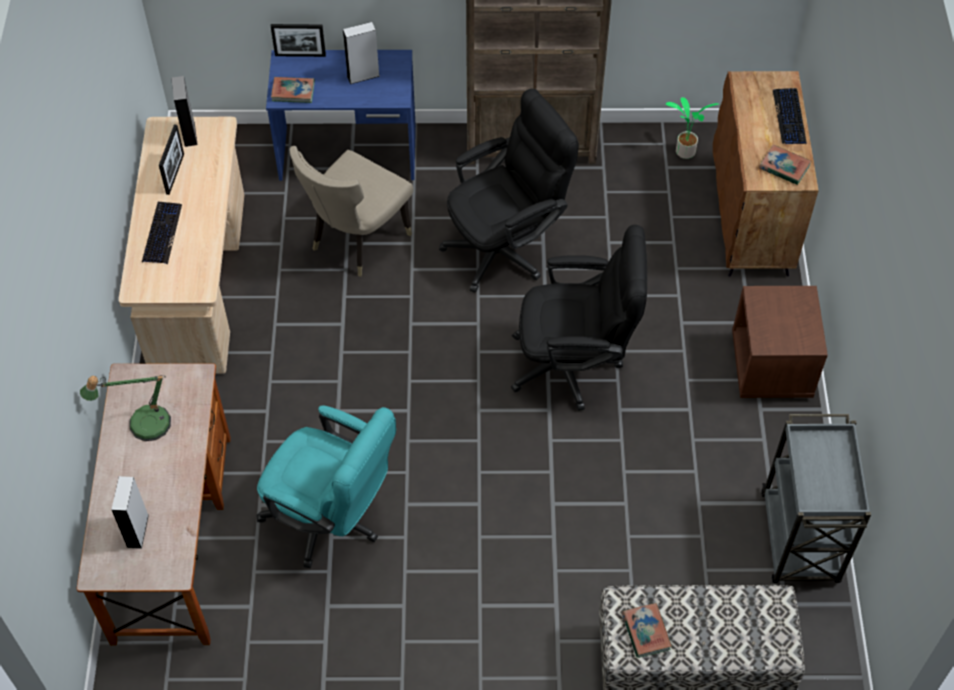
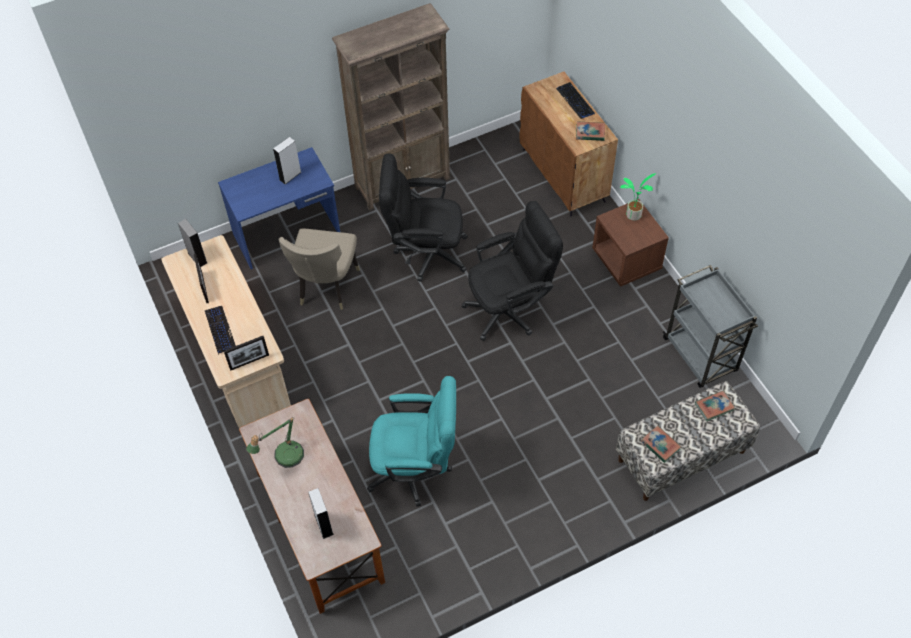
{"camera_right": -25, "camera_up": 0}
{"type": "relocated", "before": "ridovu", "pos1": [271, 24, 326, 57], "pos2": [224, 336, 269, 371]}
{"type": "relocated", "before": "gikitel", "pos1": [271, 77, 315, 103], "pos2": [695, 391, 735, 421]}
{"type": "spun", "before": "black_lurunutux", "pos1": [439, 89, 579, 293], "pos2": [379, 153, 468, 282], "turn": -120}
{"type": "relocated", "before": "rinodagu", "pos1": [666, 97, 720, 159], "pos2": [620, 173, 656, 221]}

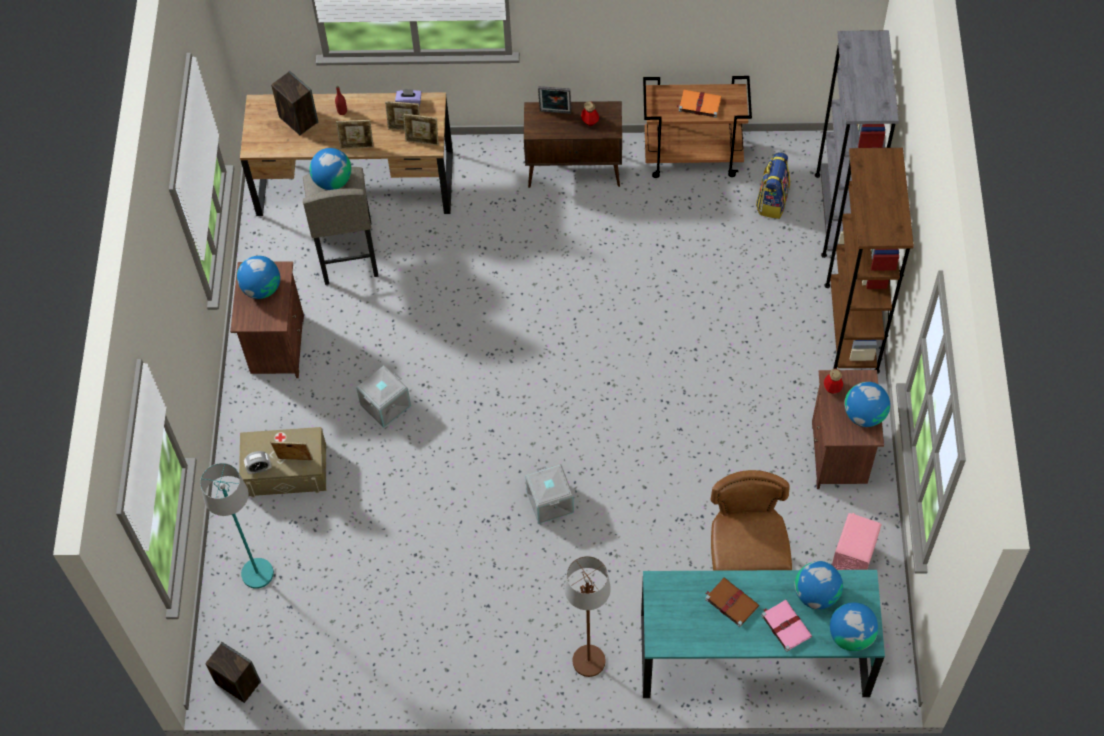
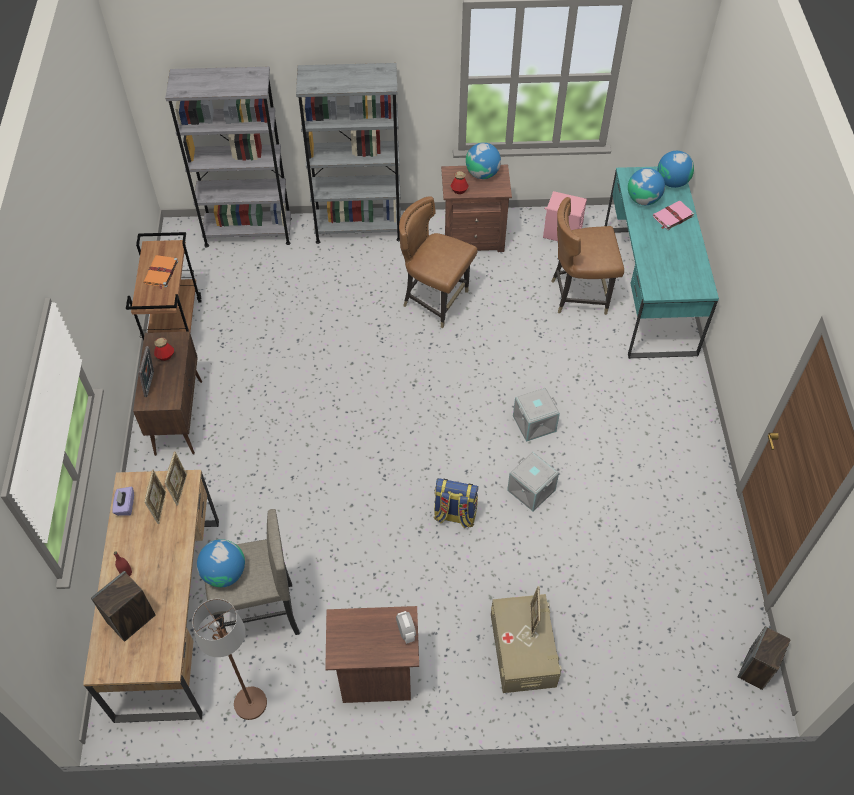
{"camera_right": -95, "camera_up": -5}
{"type": "missing", "before": "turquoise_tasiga", "pos1": [200, 463, 274, 589]}
{"type": "missing", "before": "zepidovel", "pos1": [237, 256, 280, 299]}
{"type": "relocated", "before": "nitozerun", "pos1": [244, 451, 271, 474], "pos2": [396, 611, 416, 644]}
{"type": "missing", "before": "ridovu", "pos1": [336, 120, 374, 149]}
{"type": "relocated", "before": "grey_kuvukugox", "pos1": [356, 365, 411, 428], "pos2": [507, 452, 559, 511]}
{"type": "relocated", "before": "brown_tasiga", "pos1": [564, 556, 611, 677], "pos2": [192, 599, 267, 720]}
{"type": "missing", "before": "brown_gikitel", "pos1": [705, 577, 759, 627]}
{"type": "relocated", "before": "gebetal", "pos1": [756, 152, 790, 219], "pos2": [434, 478, 479, 529]}
{"type": "colour", "before": "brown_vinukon", "after": "grey_vinukon", "pos1": [824, 148, 914, 374], "pos2": [296, 63, 401, 244]}
{"type": "appeared", "after": "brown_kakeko", "pos2": [399, 196, 478, 328]}

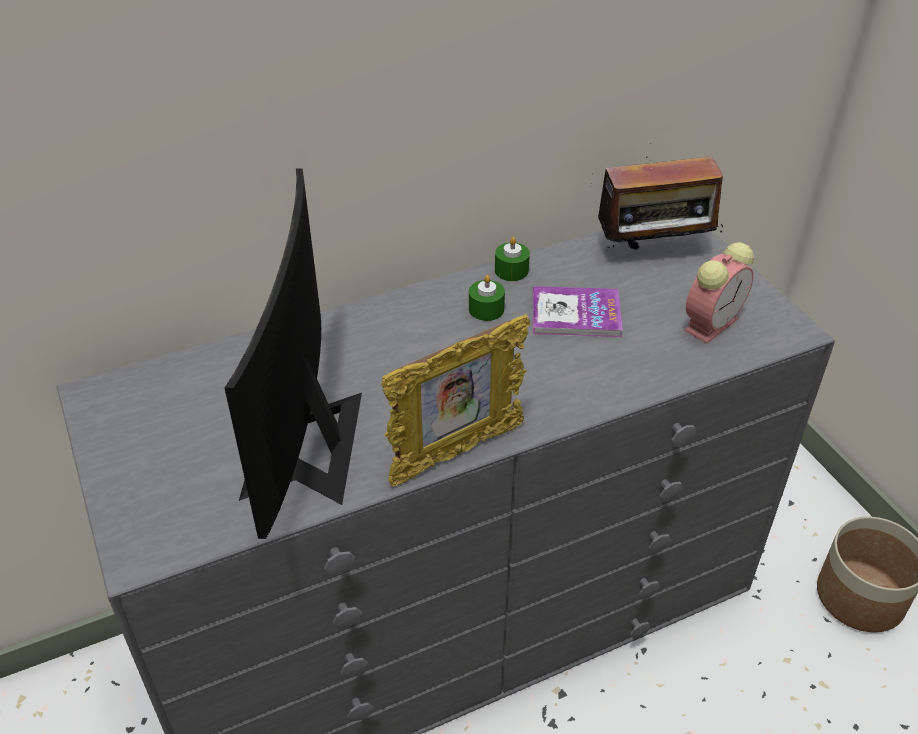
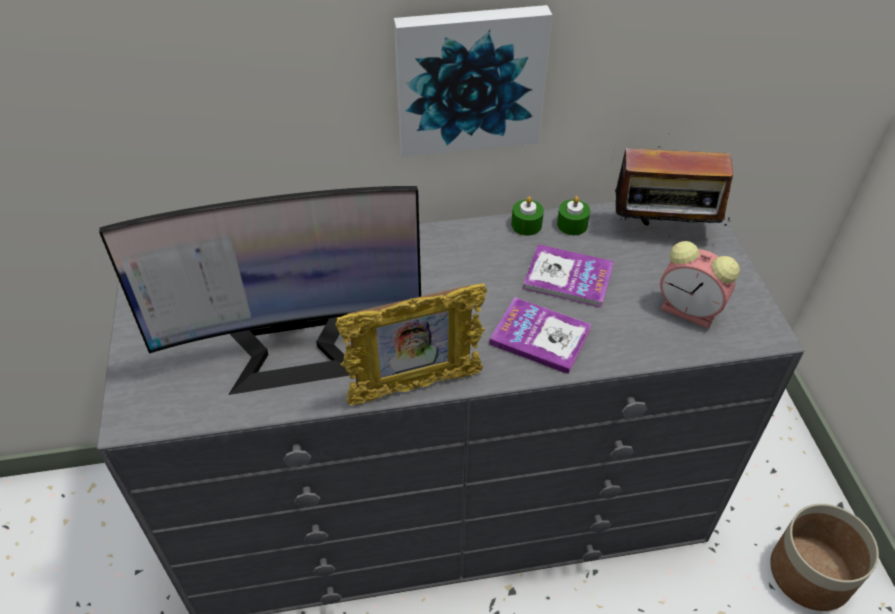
{"camera_right": 15, "camera_up": 5}
{"type": "spun", "before": "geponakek", "pos1": [224, 168, 362, 539], "pos2": [99, 186, 421, 395], "turn": -120}
{"type": "relocated", "before": "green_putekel", "pos1": [469, 275, 505, 321], "pos2": [557, 196, 590, 235]}
{"type": "spun", "before": "nitozerun", "pos1": [684, 242, 754, 344], "pos2": [660, 241, 740, 328], "turn": 60}
{"type": "appeared", "after": "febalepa", "pos2": [394, 5, 552, 157]}
{"type": "appeared", "after": "gikitel", "pos2": [489, 297, 592, 374]}

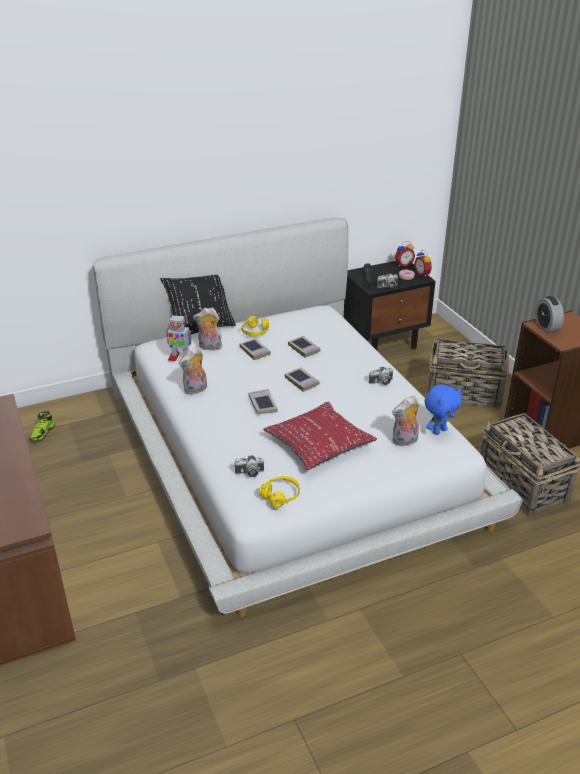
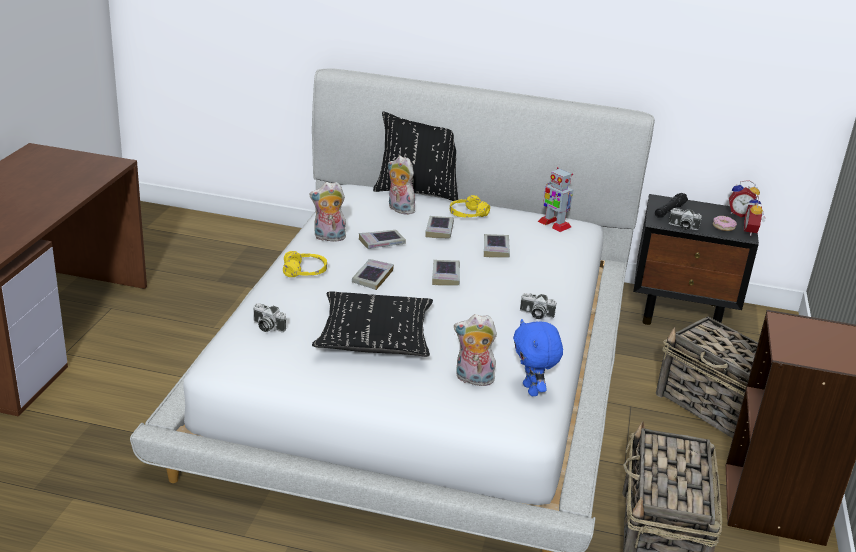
{"camera_right": 35, "camera_up": -5}
{"type": "missing", "before": "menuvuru", "pos1": [29, 411, 56, 443]}
{"type": "relocated", "before": "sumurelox", "pos1": [166, 315, 191, 361], "pos2": [538, 167, 573, 232]}
{"type": "relocated", "before": "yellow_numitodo", "pos1": [259, 476, 300, 508], "pos2": [283, 251, 327, 277]}
{"type": "colour", "before": "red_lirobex", "after": "black_lirobex", "pos1": [263, 402, 377, 470], "pos2": [312, 291, 433, 357]}
{"type": "spun", "before": "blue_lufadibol", "pos1": [425, 384, 462, 435], "pos2": [513, 319, 563, 396], "turn": 75}
{"type": "missing", "before": "nitozerun", "pos1": [535, 296, 564, 332]}
{"type": "appeared", "after": "gikitel", "pos2": [359, 230, 406, 249]}

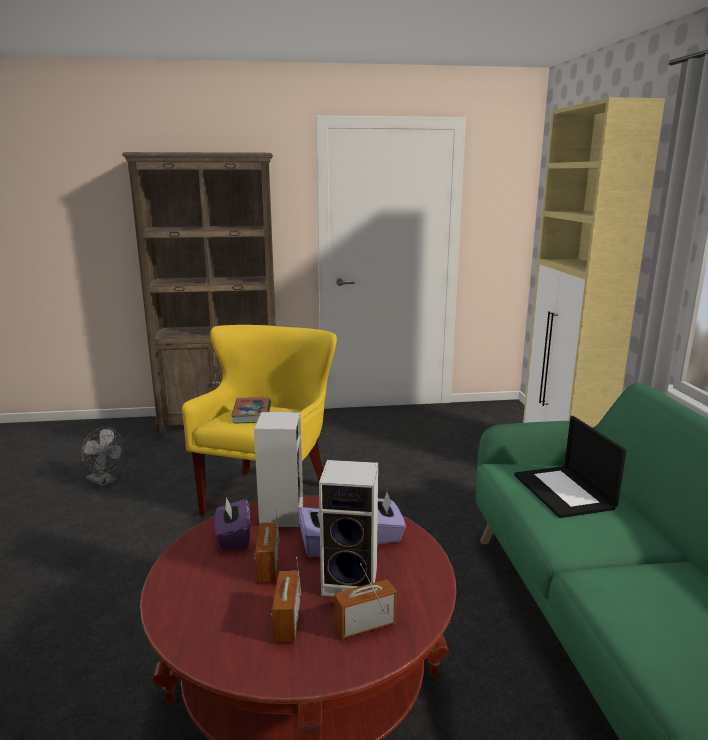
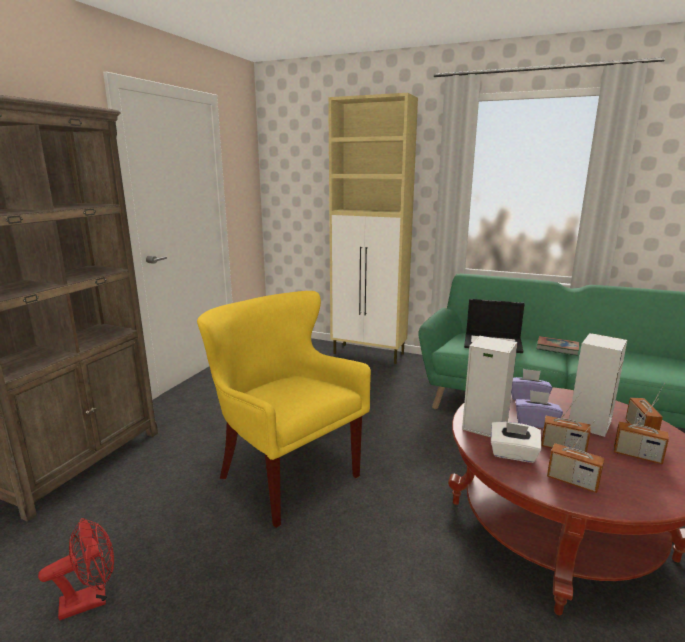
{"camera_right": -60, "camera_up": 0}
{"type": "colour", "before": "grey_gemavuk", "after": "red_gemavuk", "pos1": [81, 427, 124, 486], "pos2": [38, 518, 114, 620]}
{"type": "colour", "before": "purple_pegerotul", "after": "white_pegerotul", "pos1": [215, 497, 250, 550], "pos2": [491, 421, 541, 463]}
{"type": "relocated", "before": "gikitel", "pos1": [231, 397, 271, 423], "pos2": [537, 336, 579, 356]}
{"type": "appeared", "after": "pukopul", "pos2": [547, 420, 605, 493]}

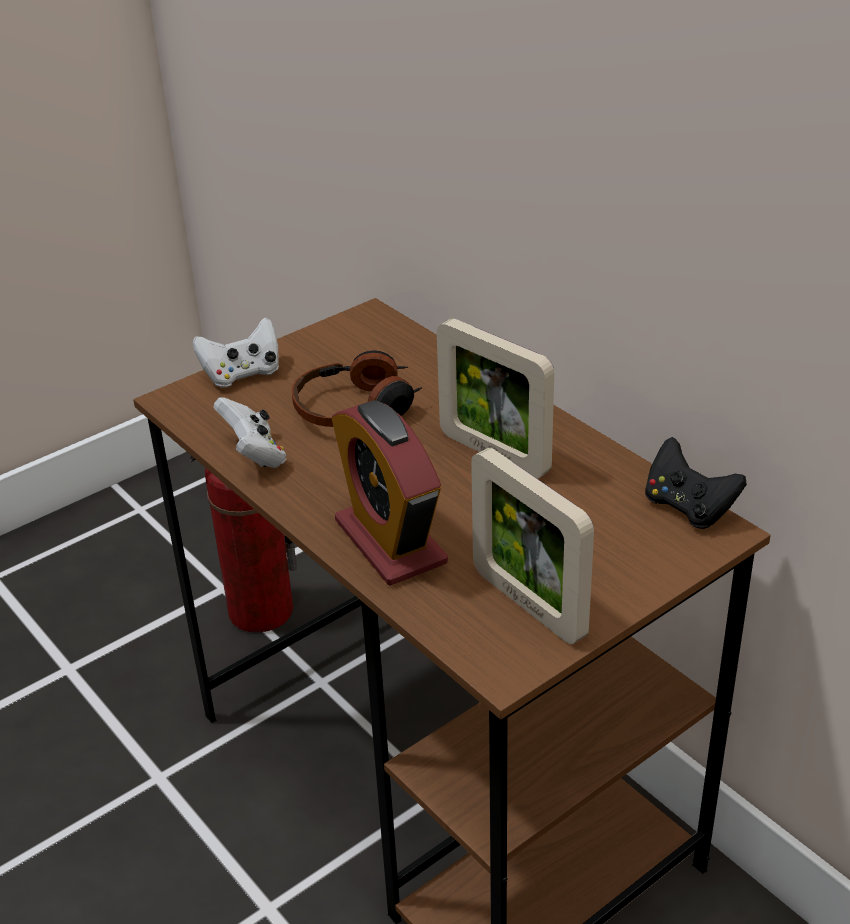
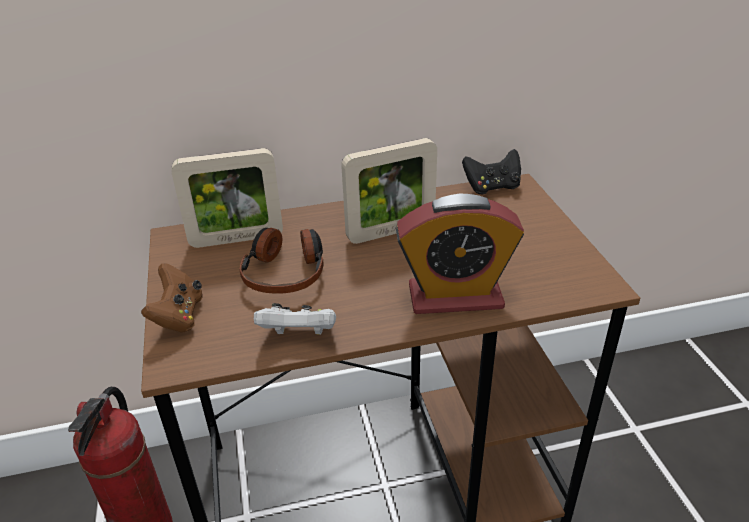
{"camera_right": -65, "camera_up": 0}
{"type": "colour", "before": "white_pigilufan", "after": "brown_pigilufan", "pos1": [192, 317, 279, 388], "pos2": [141, 263, 202, 332]}
{"type": "relocated", "before": "ridovu", "pos1": [471, 448, 594, 644], "pos2": [172, 148, 283, 248]}

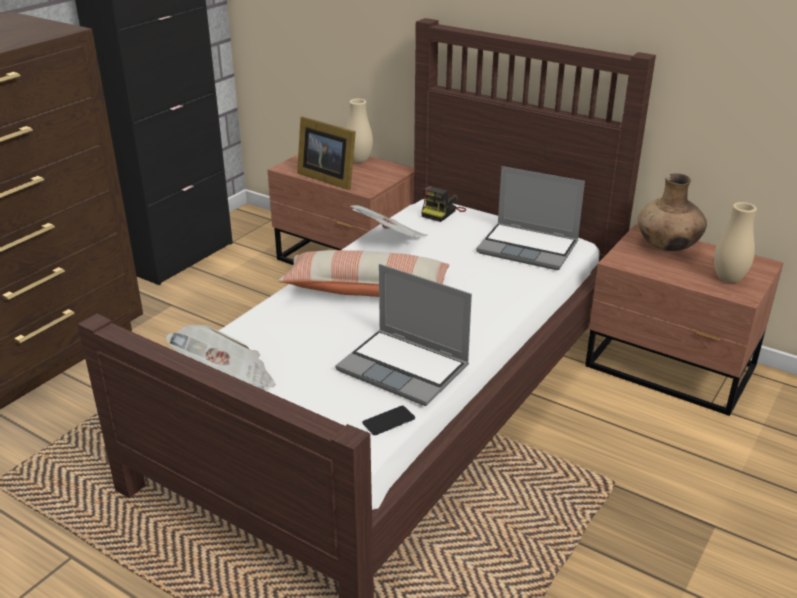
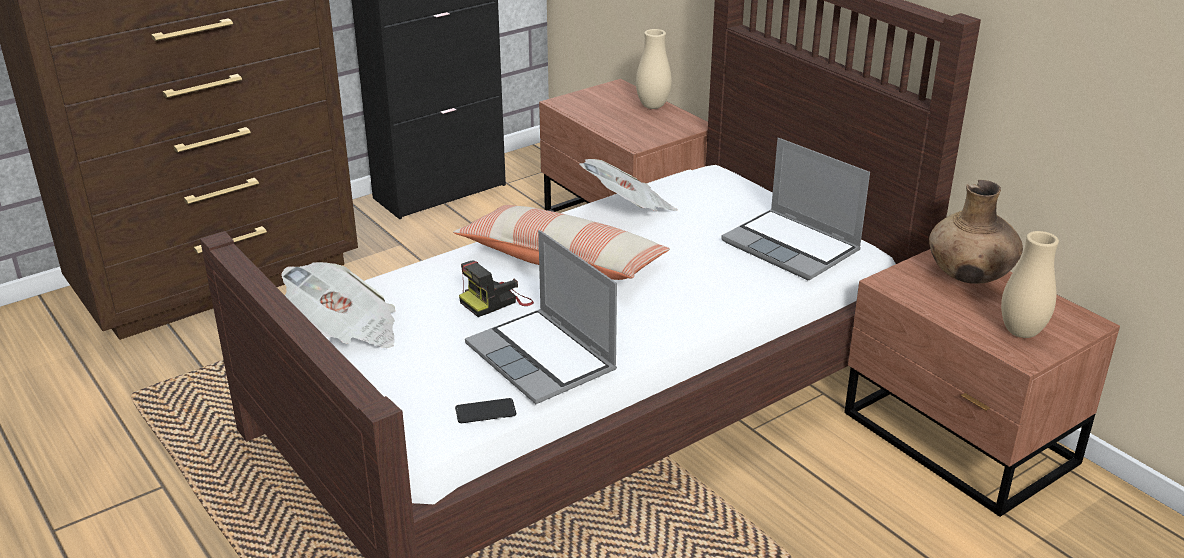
{"camera_right": 20, "camera_up": 0}
{"type": "missing", "before": "ridovu", "pos1": [297, 116, 356, 190]}
{"type": "relocated", "before": "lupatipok", "pos1": [421, 186, 466, 222], "pos2": [459, 260, 534, 317]}

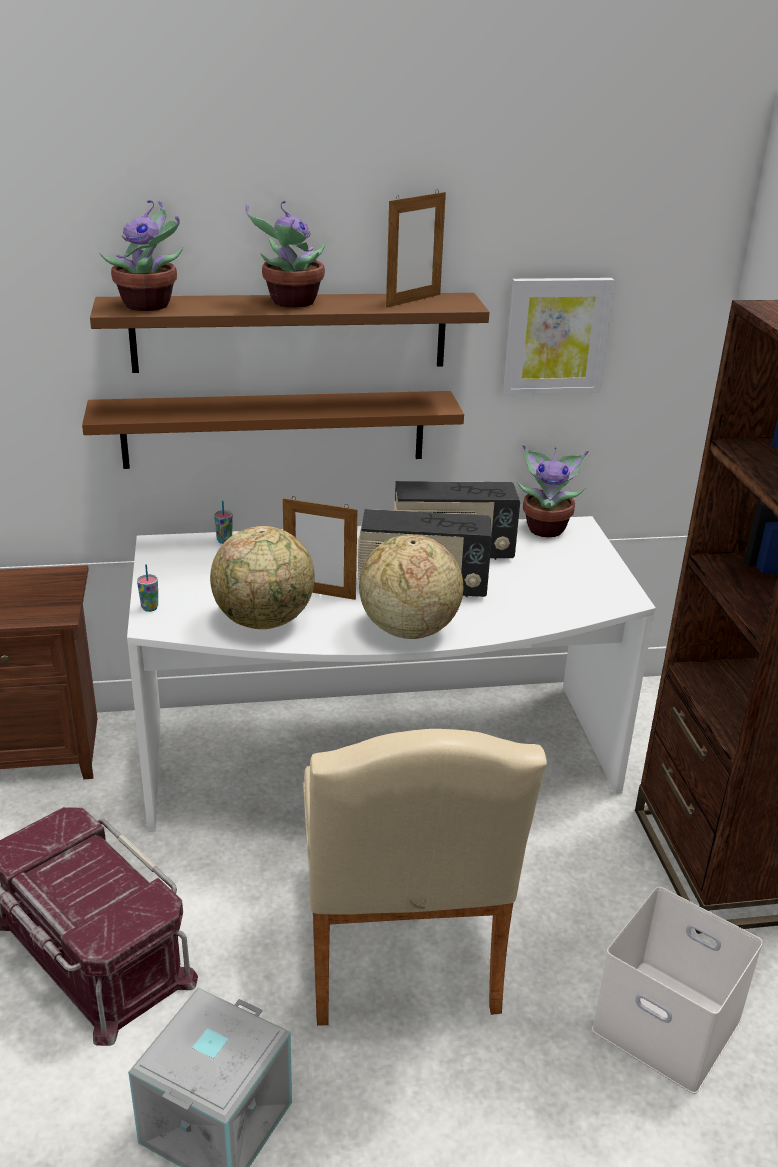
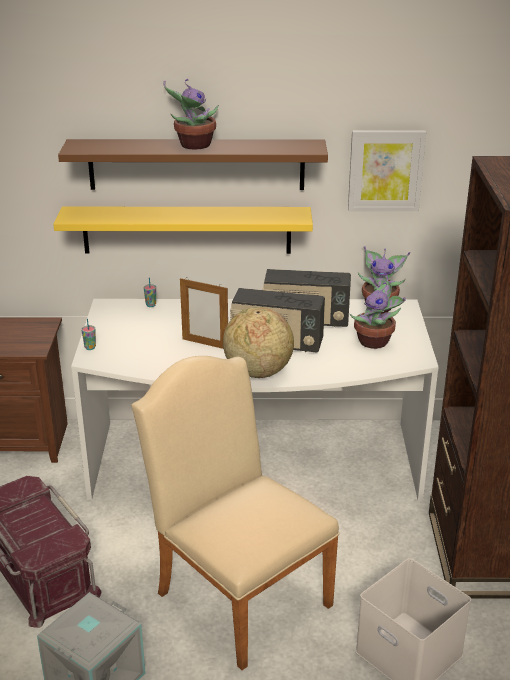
{"camera_right": 10, "camera_up": 0}
{"type": "colour", "before": "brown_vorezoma", "after": "yellow_vorezoma", "pos1": [82, 391, 464, 469], "pos2": [53, 207, 313, 254]}
{"type": "relocated", "before": "rinodagu", "pos1": [99, 200, 183, 311], "pos2": [350, 276, 406, 349]}
{"type": "missing", "before": "zepidovel", "pos1": [210, 526, 315, 629]}
{"type": "spun", "before": "beige_kakeko", "pos1": [303, 729, 547, 1026], "pos2": [131, 356, 340, 670], "turn": 135}
{"type": "missing", "before": "ridovu", "pos1": [386, 189, 446, 308]}

